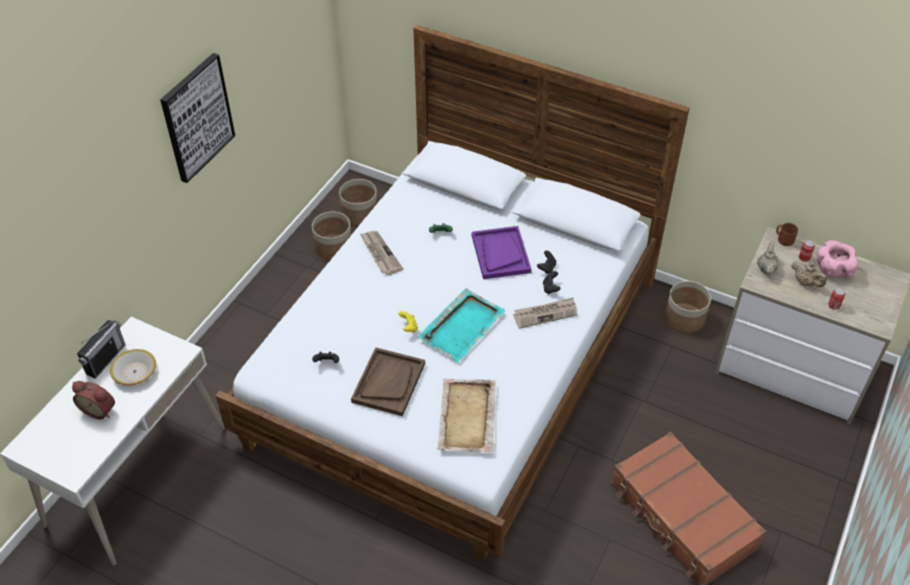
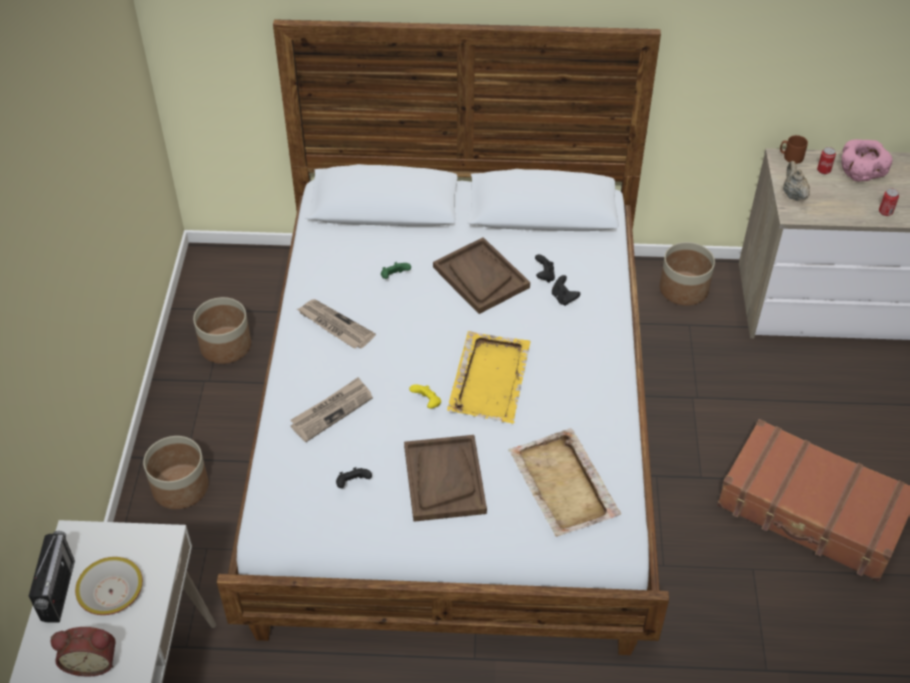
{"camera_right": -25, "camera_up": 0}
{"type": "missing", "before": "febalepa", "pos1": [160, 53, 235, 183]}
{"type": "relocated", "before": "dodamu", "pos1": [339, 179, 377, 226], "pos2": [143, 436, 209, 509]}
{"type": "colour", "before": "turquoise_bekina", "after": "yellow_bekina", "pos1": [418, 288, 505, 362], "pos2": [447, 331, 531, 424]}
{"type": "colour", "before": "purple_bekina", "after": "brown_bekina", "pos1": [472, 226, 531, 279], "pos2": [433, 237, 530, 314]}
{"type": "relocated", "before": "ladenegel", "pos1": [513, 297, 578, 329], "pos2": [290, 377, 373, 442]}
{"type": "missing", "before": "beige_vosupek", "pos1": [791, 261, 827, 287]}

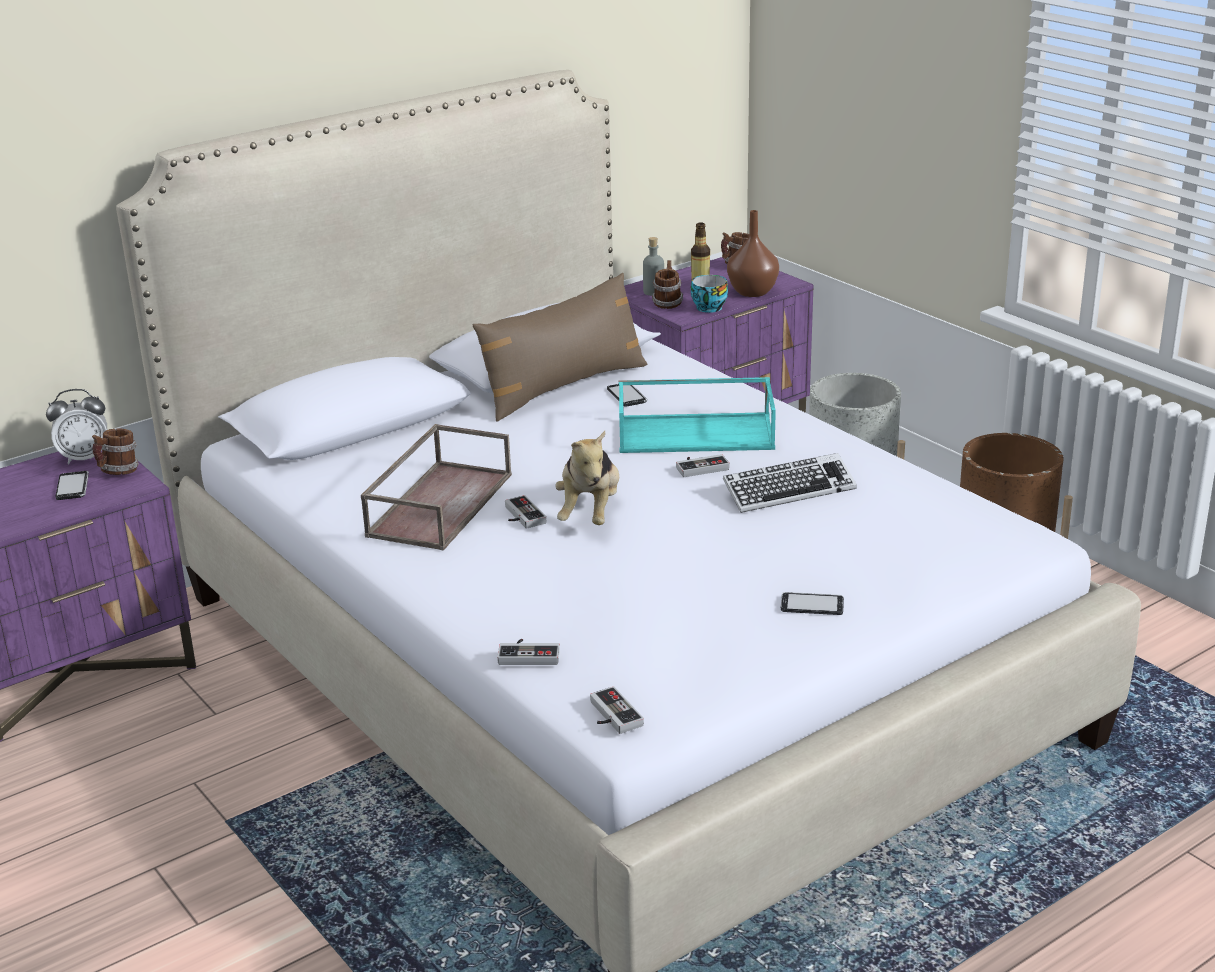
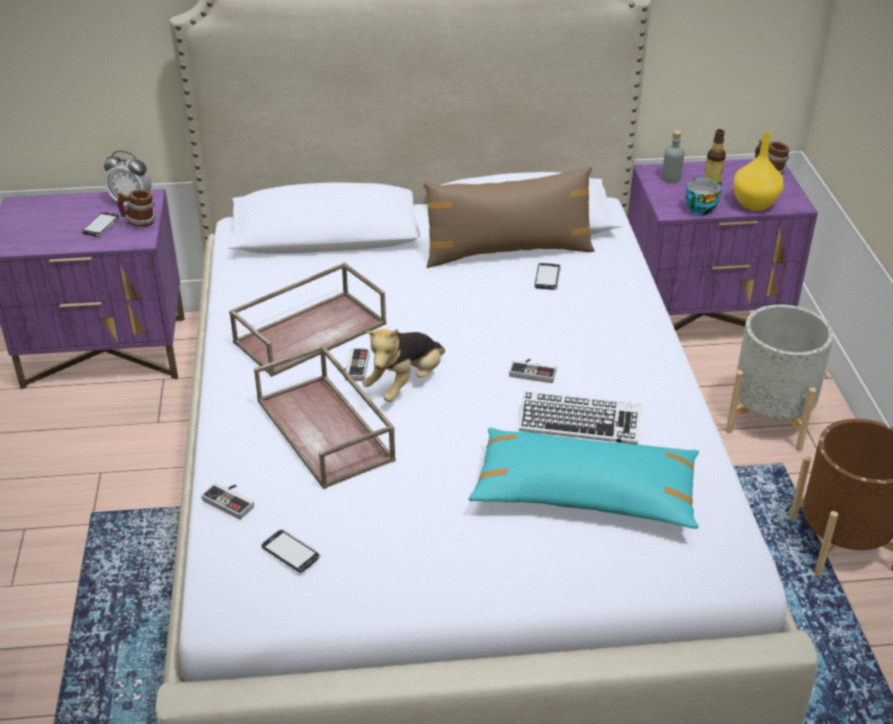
{"camera_right": 30, "camera_up": 10}
{"type": "missing", "before": "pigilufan", "pos1": [590, 686, 644, 734]}
{"type": "missing", "before": "turquoise_bekina", "pos1": [619, 377, 776, 453]}
{"type": "missing", "before": "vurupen", "pos1": [652, 260, 683, 309]}
{"type": "colour", "before": "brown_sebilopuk", "after": "yellow_sebilopuk", "pos1": [727, 210, 779, 297], "pos2": [733, 132, 783, 211]}
{"type": "relocated", "before": "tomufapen", "pos1": [781, 592, 844, 615], "pos2": [261, 529, 321, 573]}
{"type": "appeared", "after": "brown_bekina", "pos2": [254, 345, 396, 489]}
{"type": "appeared", "after": "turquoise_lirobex", "pos2": [468, 428, 699, 529]}

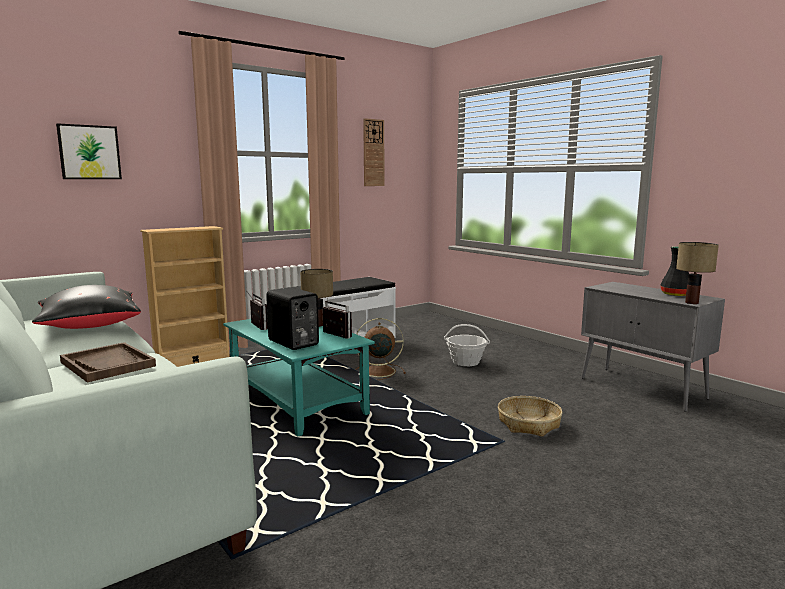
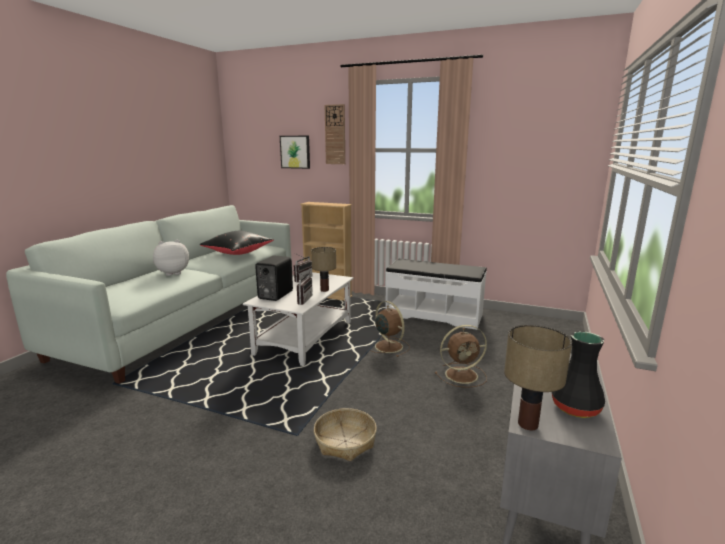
{"camera_right": 60, "camera_up": 5}
{"type": "exchanged", "before": "brown_bekina", "after": "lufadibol", "pos1": [60, 342, 156, 382], "pos2": [153, 240, 189, 276]}
{"type": "colour", "before": "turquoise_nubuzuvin", "after": "white_nubuzuvin", "pos1": [223, 319, 375, 437], "pos2": [243, 272, 354, 366]}
{"type": "relocated", "before": "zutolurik", "pos1": [363, 118, 384, 186], "pos2": [325, 104, 345, 164]}
{"type": "exchanged", "before": "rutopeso", "after": "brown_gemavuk", "pos1": [444, 324, 490, 366], "pos2": [435, 325, 487, 388]}

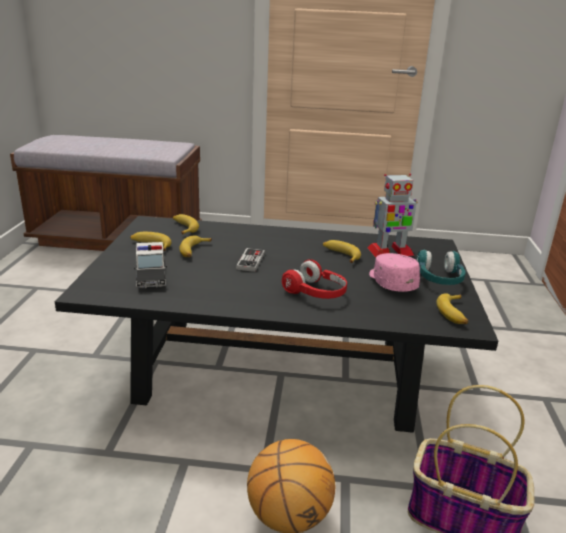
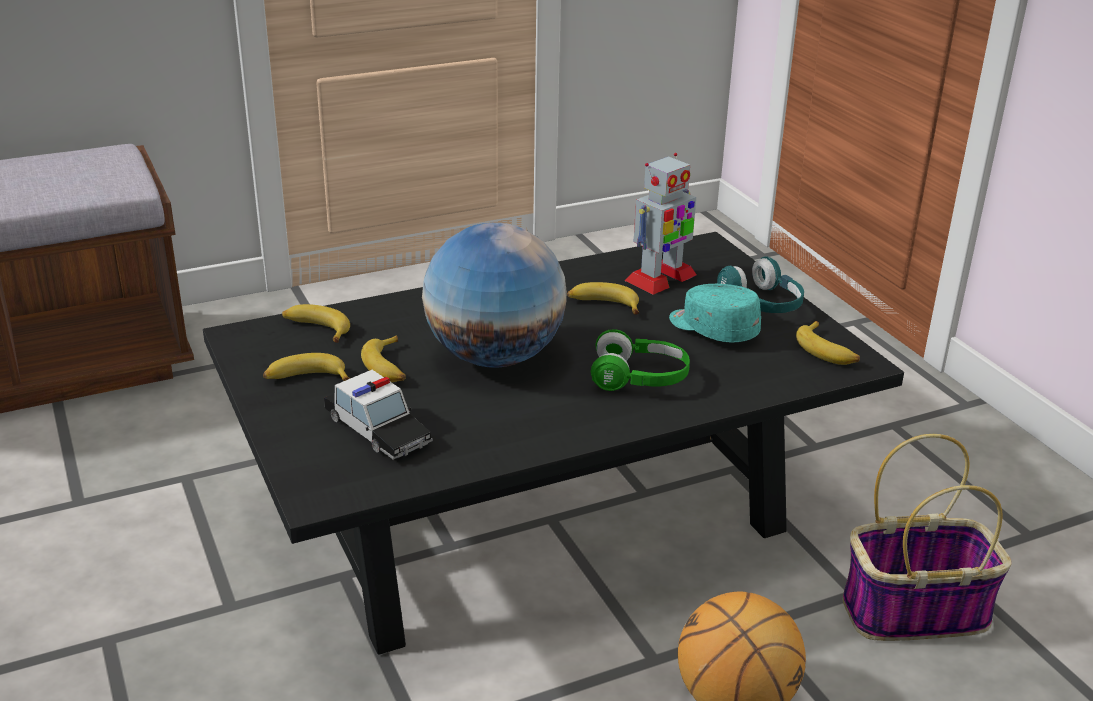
{"camera_right": -30, "camera_up": 5}
{"type": "exchanged", "before": "pigilufan", "after": "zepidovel", "pos1": [236, 248, 265, 272], "pos2": [422, 223, 567, 368]}
{"type": "colour", "before": "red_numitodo", "after": "green_numitodo", "pos1": [282, 259, 347, 299], "pos2": [591, 329, 690, 391]}
{"type": "colour", "before": "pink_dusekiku", "after": "turquoise_dusekiku", "pos1": [369, 253, 420, 292], "pos2": [669, 284, 761, 343]}

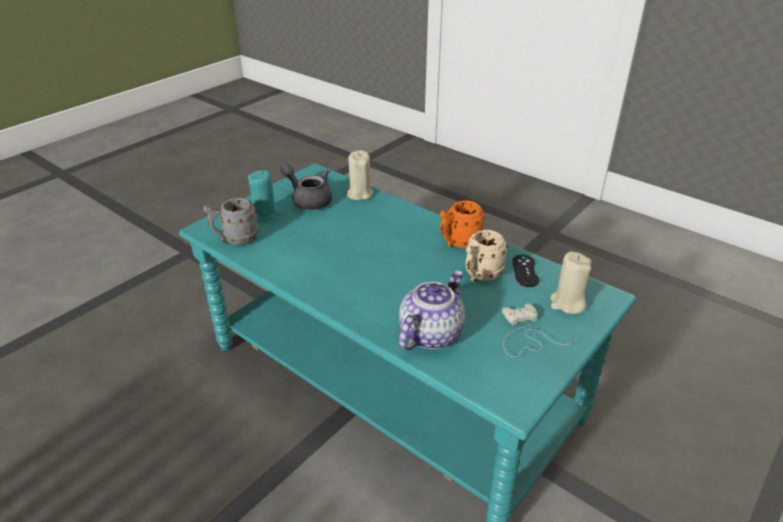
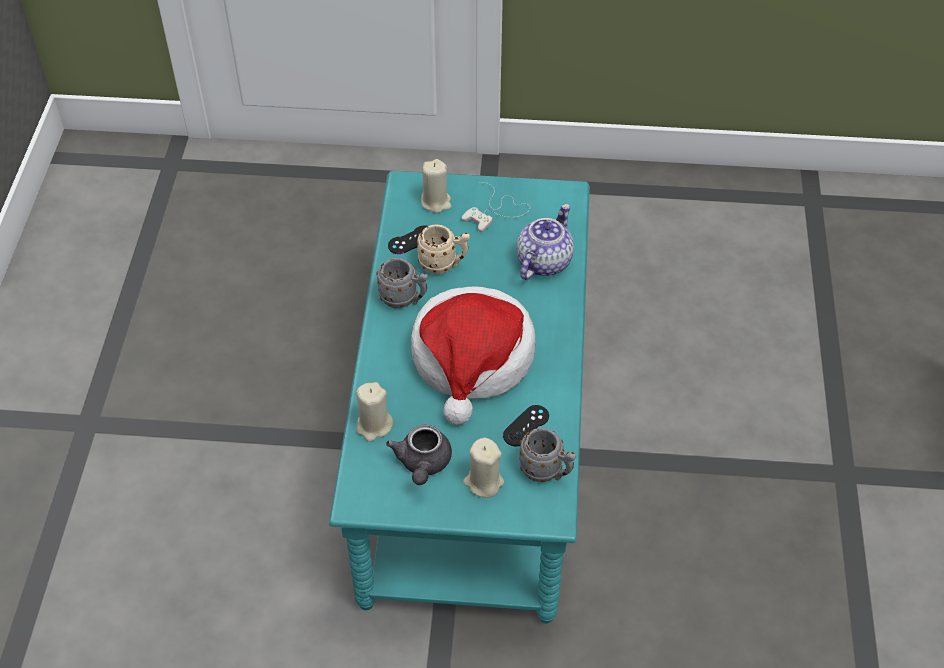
{"camera_right": -125, "camera_up": 15}
{"type": "colour", "before": "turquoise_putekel", "after": "beige_putekel", "pos1": [248, 170, 280, 221], "pos2": [463, 437, 504, 498]}
{"type": "spun", "before": "vosupek", "pos1": [399, 271, 465, 350], "pos2": [516, 204, 574, 280], "turn": 120}
{"type": "colour", "before": "orange_vurupen", "after": "grey_vurupen", "pos1": [440, 200, 485, 248], "pos2": [376, 258, 428, 308]}
{"type": "appeared", "after": "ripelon", "pos2": [411, 287, 536, 425]}
{"type": "appeared", "after": "black_pigilufan", "pos2": [503, 405, 549, 447]}

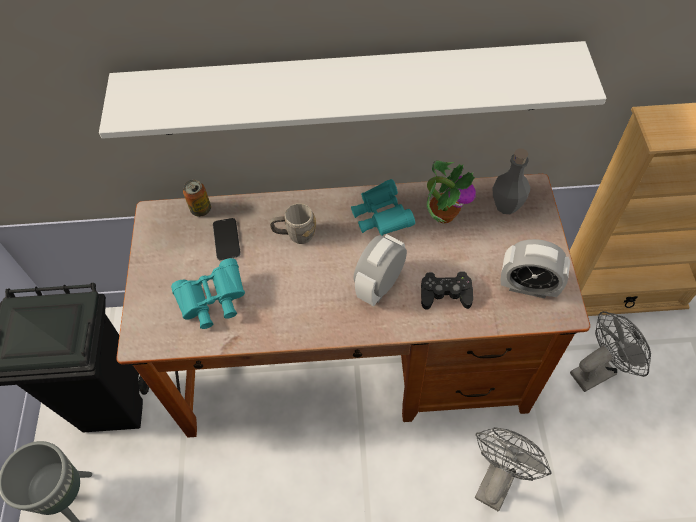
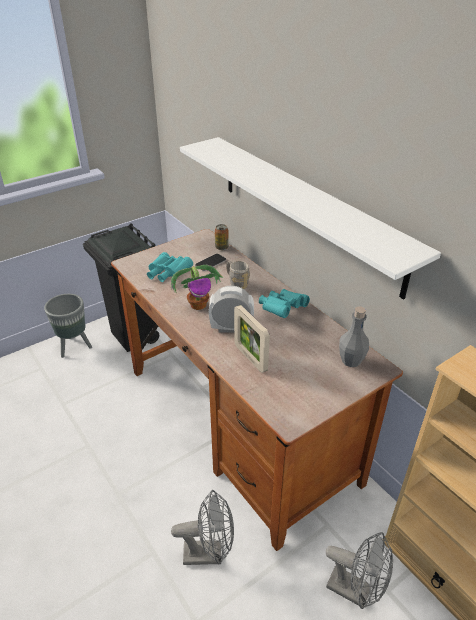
{"camera_right": 55, "camera_up": -20}
{"type": "exchanged", "before": "black_pigilufan", "after": "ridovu", "pos1": [421, 272, 473, 310], "pos2": [234, 305, 270, 373]}
{"type": "relocated", "before": "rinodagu", "pos1": [427, 160, 476, 223], "pos2": [171, 265, 223, 310]}
{"type": "missing", "before": "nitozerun", "pos1": [501, 239, 570, 298]}

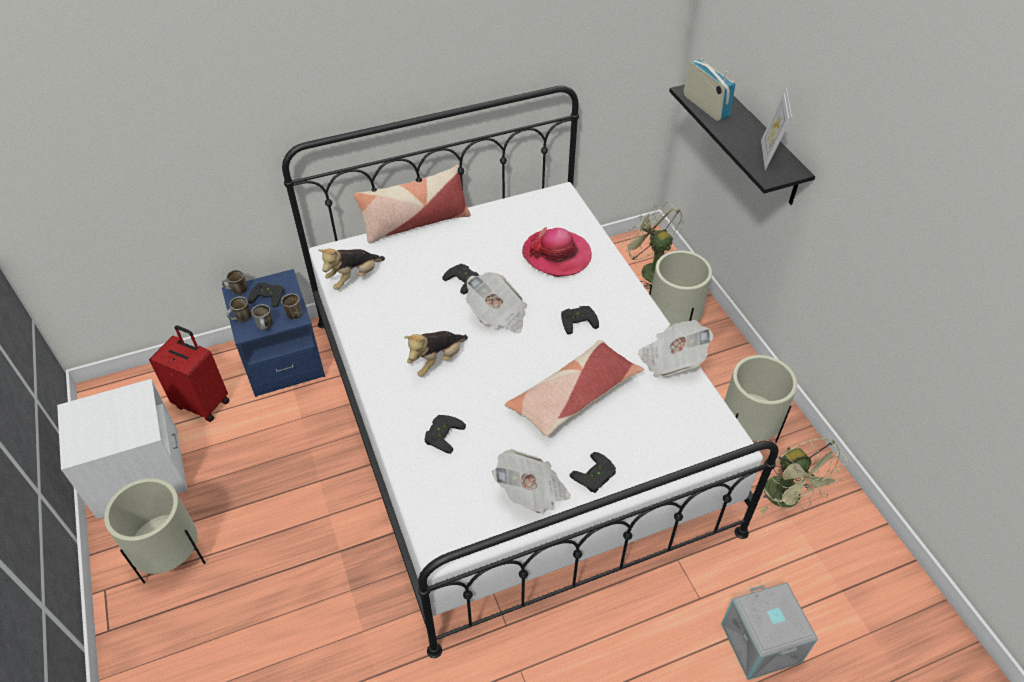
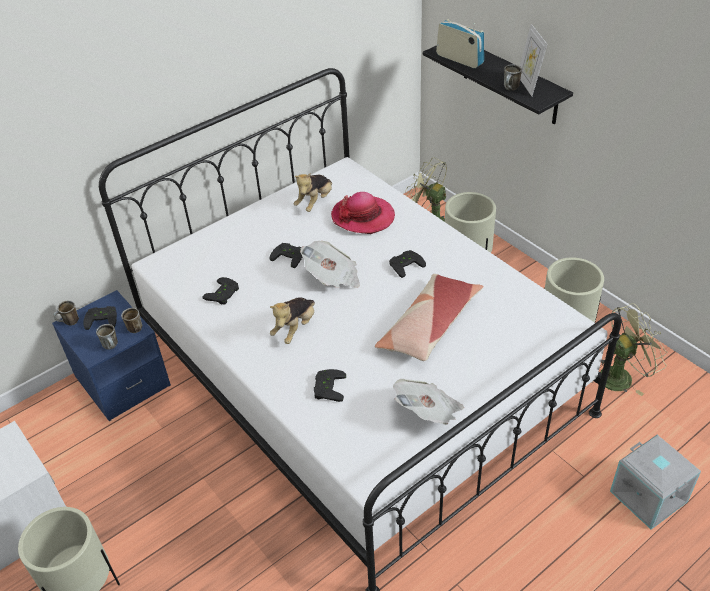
{"camera_right": -15, "camera_up": -5}
{"type": "missing", "before": "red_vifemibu", "pos1": [149, 325, 230, 422]}
{"type": "relocated", "before": "vurupen", "pos1": [227, 296, 251, 322], "pos2": [504, 64, 522, 91]}
{"type": "relocated", "before": "lufadibol", "pos1": [318, 248, 385, 290], "pos2": [294, 173, 332, 212]}
{"type": "missing", "before": "lirobex", "pos1": [353, 165, 471, 244]}
{"type": "relocated", "before": "black_pigilufan", "pos1": [570, 452, 616, 493], "pos2": [202, 277, 239, 305]}
{"type": "missing", "before": "ladenegel", "pos1": [638, 320, 714, 378]}
{"type": "spun", "before": "green_gemavuk", "pos1": [760, 438, 848, 514], "pos2": [591, 303, 668, 396], "turn": -75}

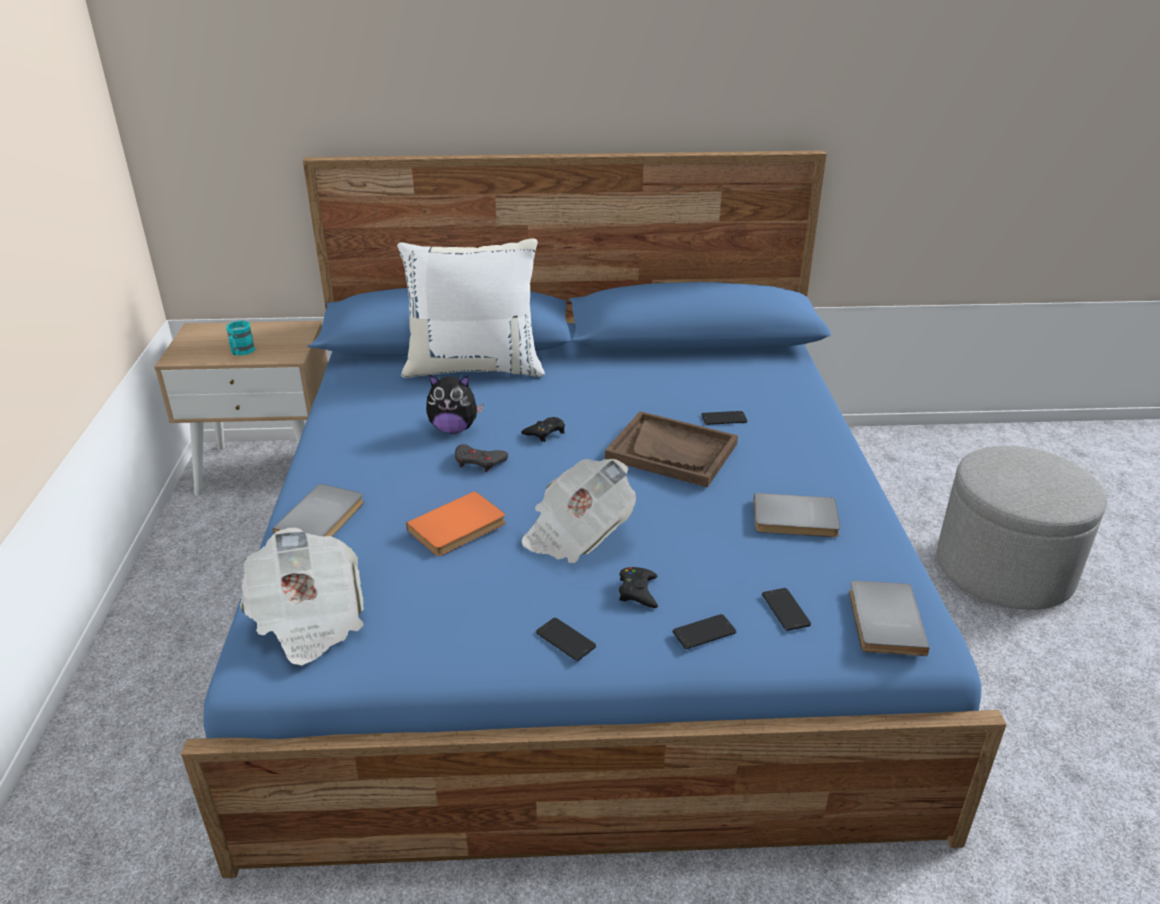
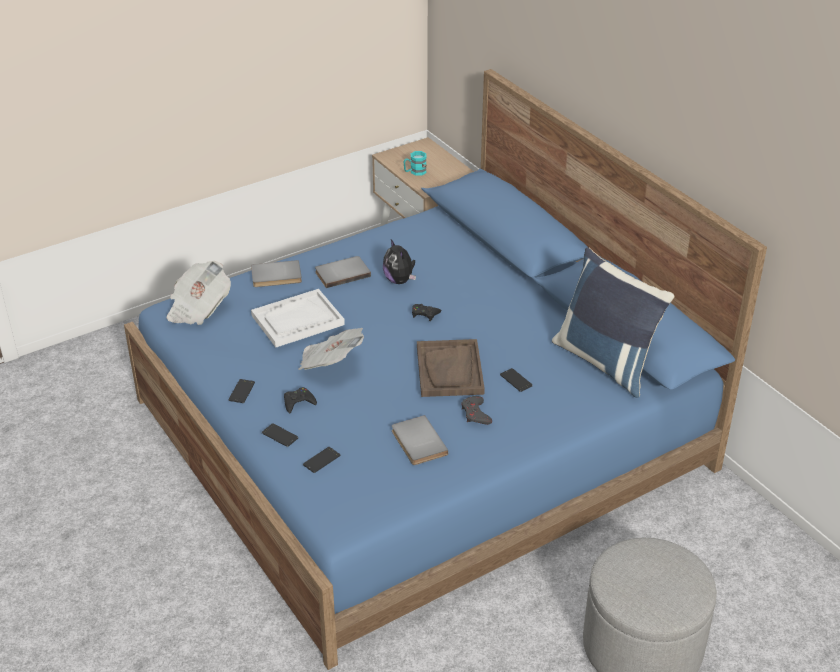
{"camera_right": 60, "camera_up": 5}
{"type": "missing", "before": "white_lirobex", "pos1": [397, 239, 545, 378]}
{"type": "exchanged", "before": "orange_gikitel", "after": "white_bekina", "pos1": [406, 491, 506, 556], "pos2": [251, 289, 345, 347]}
{"type": "relocated", "before": "grey_pigilufan", "pos1": [455, 444, 508, 472], "pos2": [461, 396, 492, 425]}
{"type": "relocated", "before": "grey_gikitel", "pos1": [849, 581, 929, 656], "pos2": [315, 256, 371, 288]}
{"type": "appeared", "after": "blue_lirobex", "pos2": [552, 247, 675, 398]}

